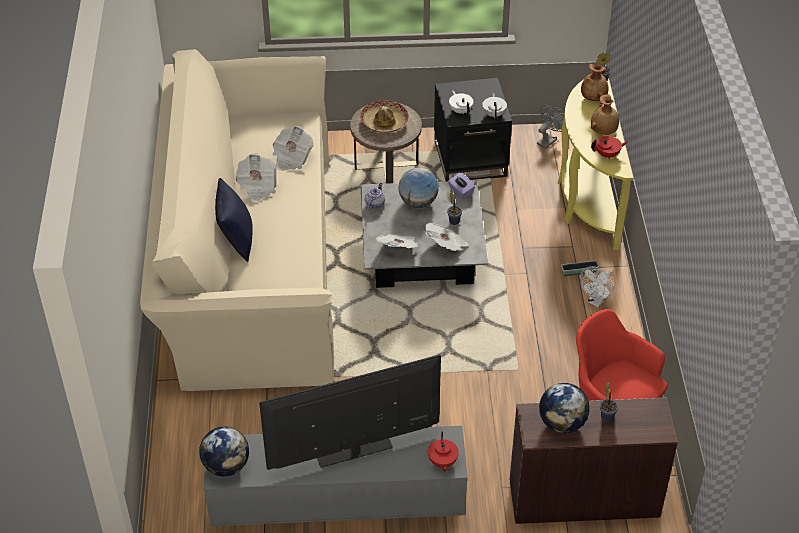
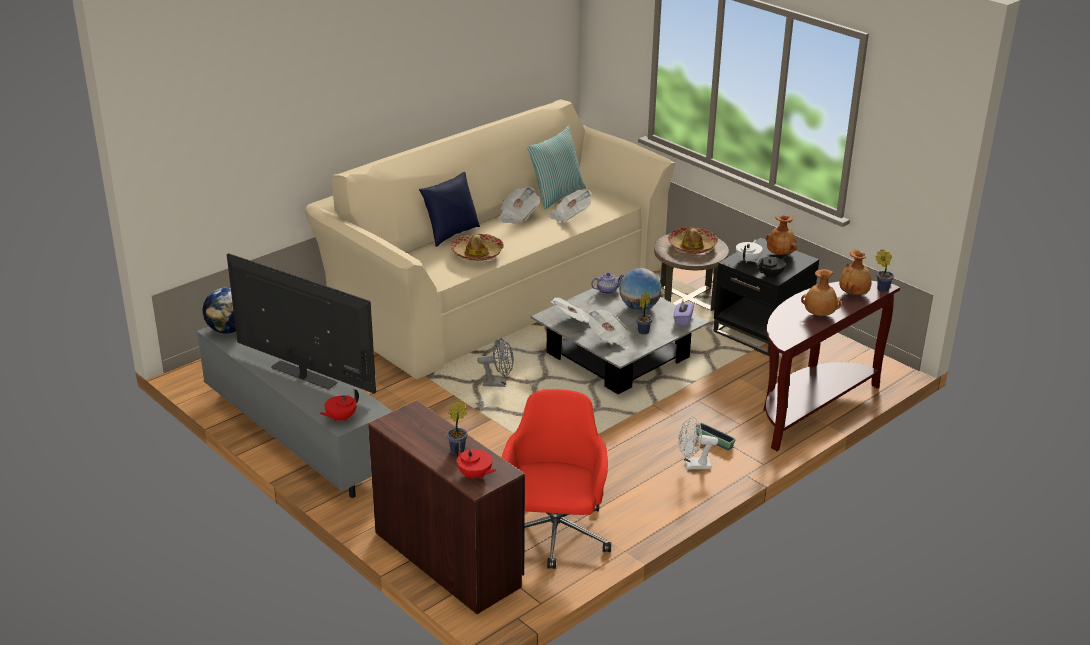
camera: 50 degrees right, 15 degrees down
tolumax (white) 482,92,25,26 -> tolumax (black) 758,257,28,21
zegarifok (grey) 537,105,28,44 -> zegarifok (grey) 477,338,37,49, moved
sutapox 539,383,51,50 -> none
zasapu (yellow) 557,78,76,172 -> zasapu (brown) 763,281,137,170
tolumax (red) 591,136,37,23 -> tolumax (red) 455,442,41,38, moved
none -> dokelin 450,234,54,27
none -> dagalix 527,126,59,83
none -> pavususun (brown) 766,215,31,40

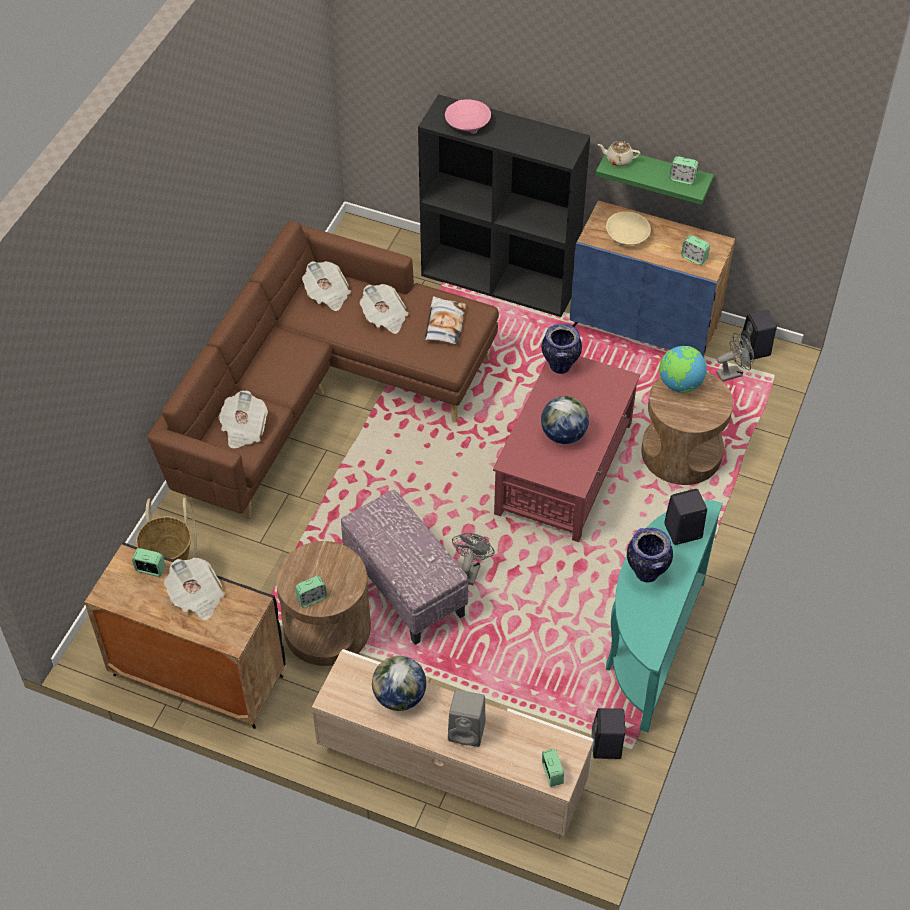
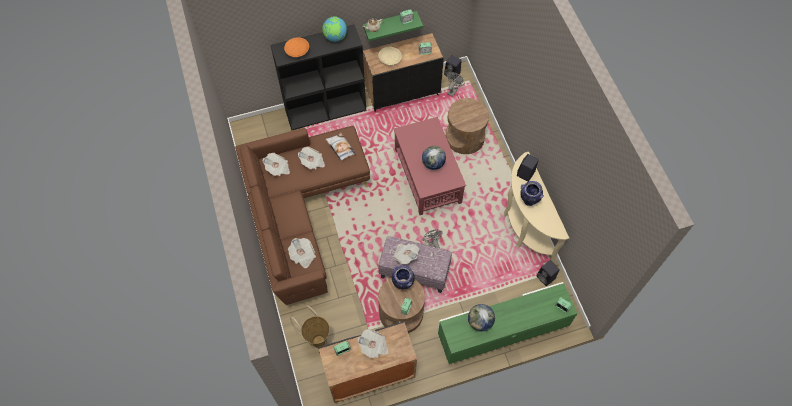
camera: 40 degrees left, 10 degrees up
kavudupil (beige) 312,649,282,190 -> kavudupil (green) 438,282,140,82
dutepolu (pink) 445,99,46,35 -> dutepolu (orange) 284,37,25,20
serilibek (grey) 448,690,38,57 -> none
pavususun 542,324,40,50 -> pavususun 392,266,23,24, moved
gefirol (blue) 570,201,165,157 -> gefirol (black) 363,33,80,79
zasapu (turquoise) 606,500,117,232 -> zasapu (beige) 504,152,65,110
sutapox 659,346,48,47 -> sutapox 322,16,25,26, moved
none -> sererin 393,244,27,20

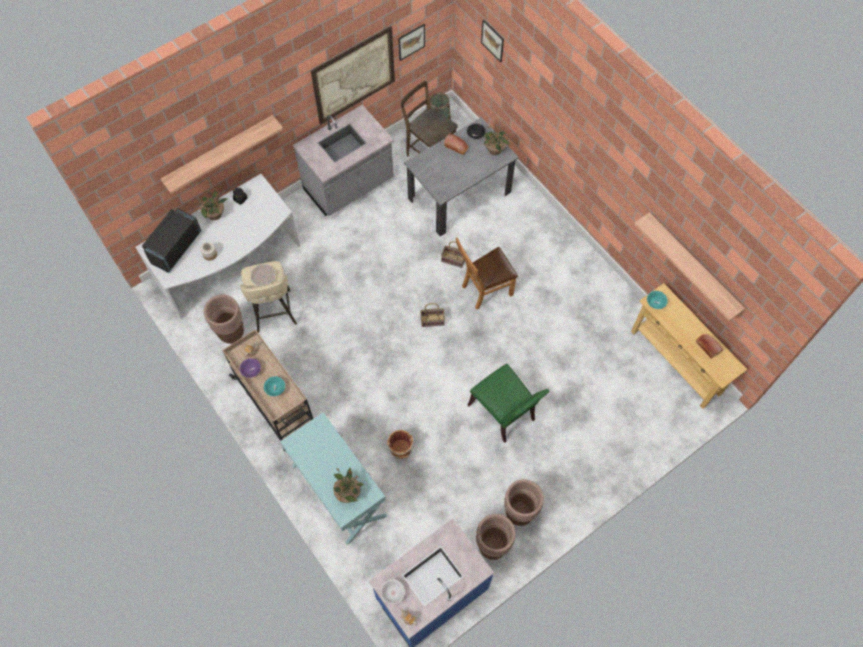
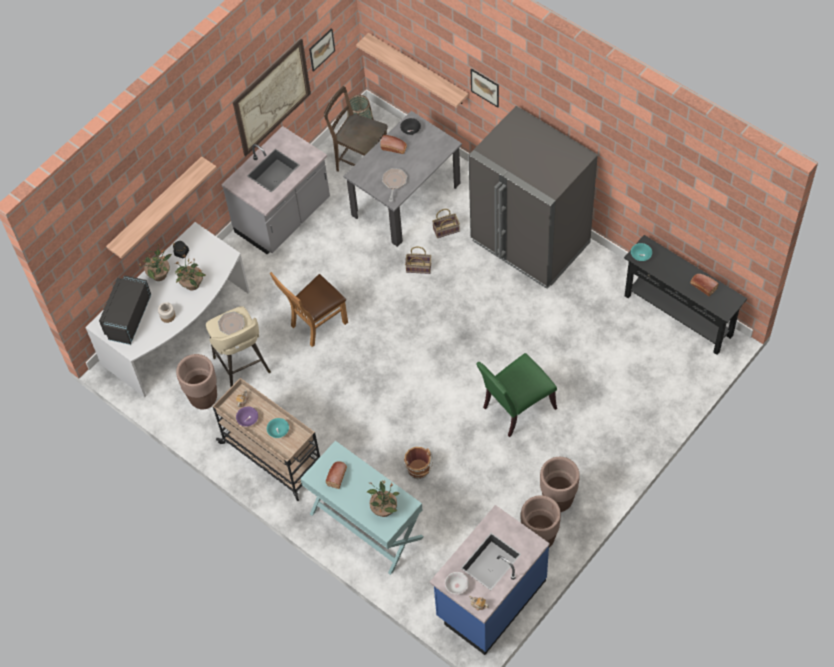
camera: 10 degrees left, 5 degrees down
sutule 420,303,25,24 -> sutule 432,209,28,29, moved
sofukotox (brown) 456,237,62,73 -> sofukotox (brown) 270,272,78,75, moved
sofukotox (green) 468,364,82,79 -> sofukotox (green) 476,353,81,84, 105 degrees clockwise
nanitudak 481,19,23,43 -> nanitudak 471,69,28,38, moved
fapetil 484,121,26,34 -> fapetil 175,255,31,35, moved
zasapu (beige) 631,283,116,126 -> zasapu (black) 624,235,123,120
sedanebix 634,212,111,109 -> sedanebix 356,33,113,75, moved
none -> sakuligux 326,461,21,28
none -> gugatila 382,168,25,34
none -> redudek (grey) 468,106,130,183

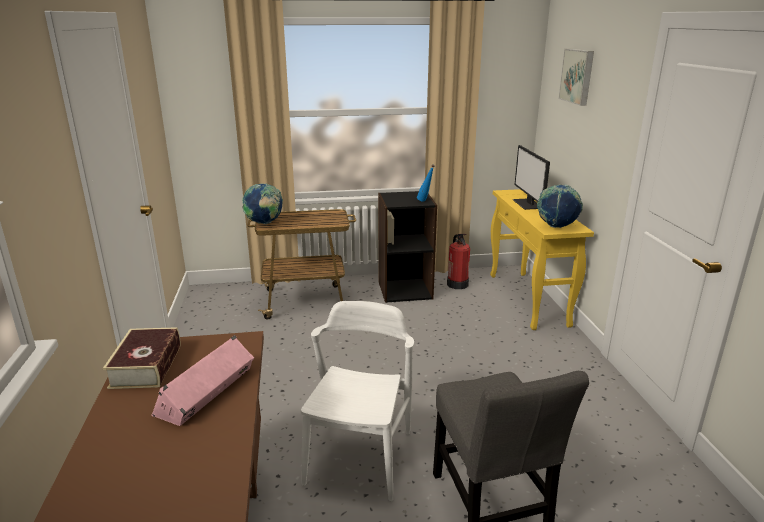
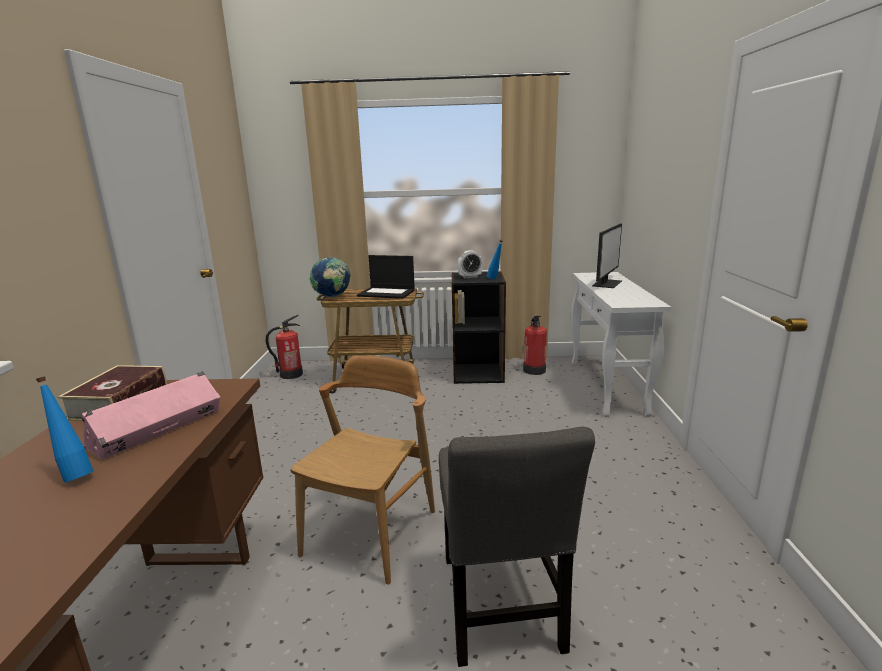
camera: 10 degrees right, 5 degrees down
sofukotox (white) 301,301,113,200 -> sofukotox (brown) 291,355,144,230
zasapu (yellow) 490,189,104,141 -> zasapu (white) 571,272,100,145
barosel 513,145,37,65 -> barosel 592,224,30,64, 150 degrees counterclockwise
sutapox 537,184,46,44 -> none
nanitudak 559,49,35,57 -> none
none -> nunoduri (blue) 36,376,57,106
none -> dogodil 266,315,37,64
none -> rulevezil 357,255,58,44
none -> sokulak 458,250,24,28

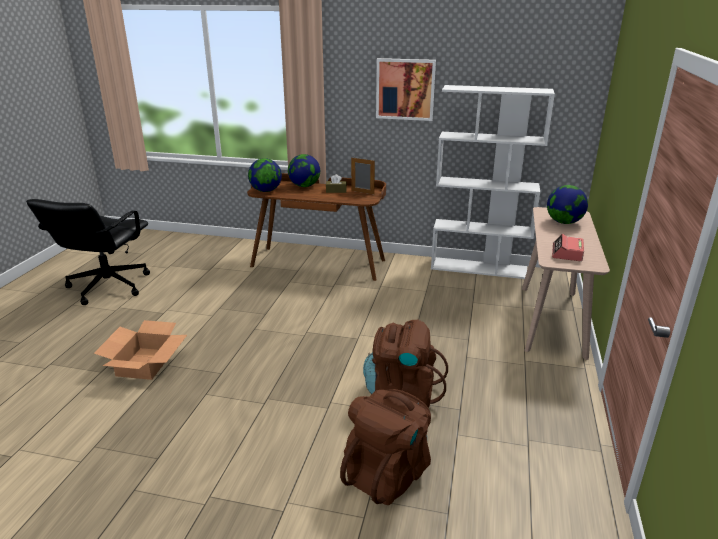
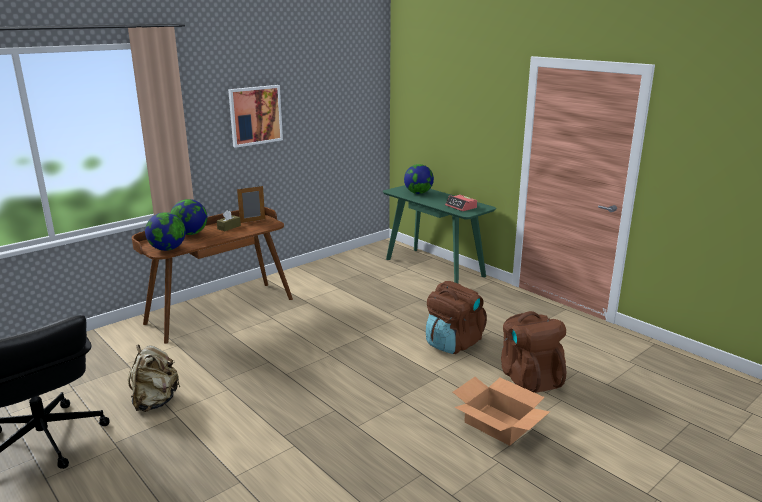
camera: 55 degrees left, 5 degrees down
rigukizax 94,320,93,60 -> rigukizax 453,377,97,69, moved
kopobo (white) 431,85,124,194 -> none
zasapu (beige) 522,207,88,153 -> zasapu (green) 383,185,113,99
none -> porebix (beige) 128,344,53,68

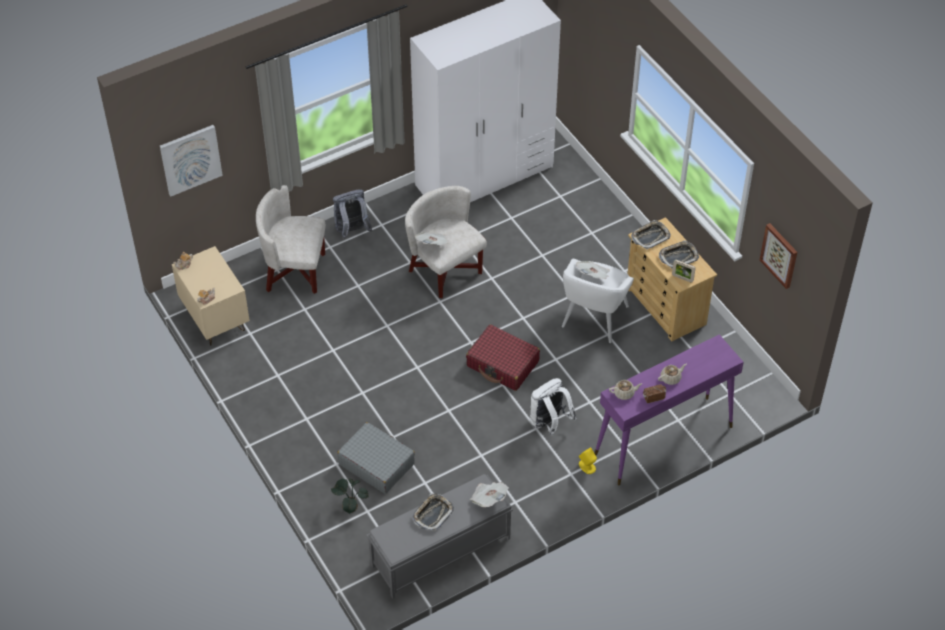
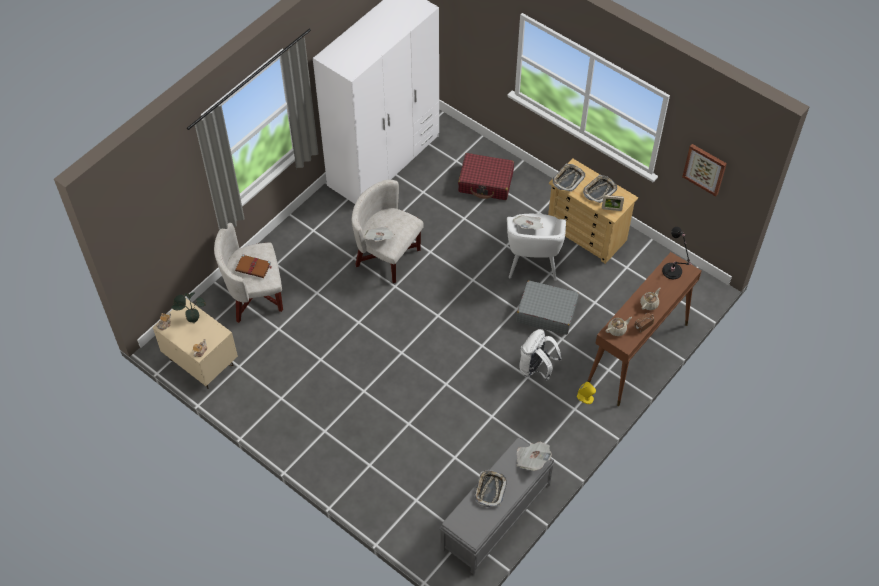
camera: 20 degrees left, 5 degrees up
nanitudak 160,125,63,72 -> none
fapetil 331,479,37,35 -> fapetil 171,292,35,31, moved
porebix (grey) 333,189,39,50 -> none
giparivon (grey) 337,422,78,72 -> giparivon (grey) 516,281,63,54, moved
giparivon (red) 466,324,74,67 -> giparivon (red) 458,153,56,47, moved
zasapu (purple) 595,334,149,151 -> zasapu (brown) 587,252,114,154
none -> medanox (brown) 235,254,37,24
none -> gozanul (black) 662,227,29,52

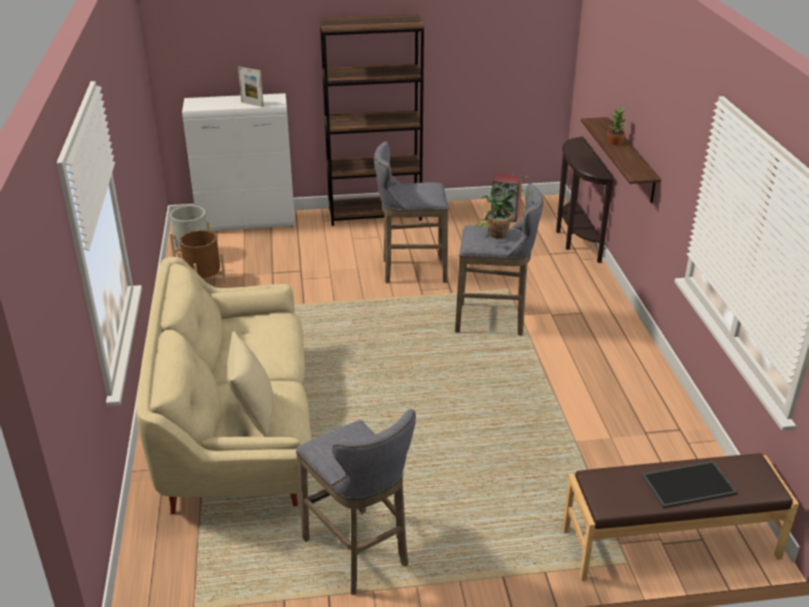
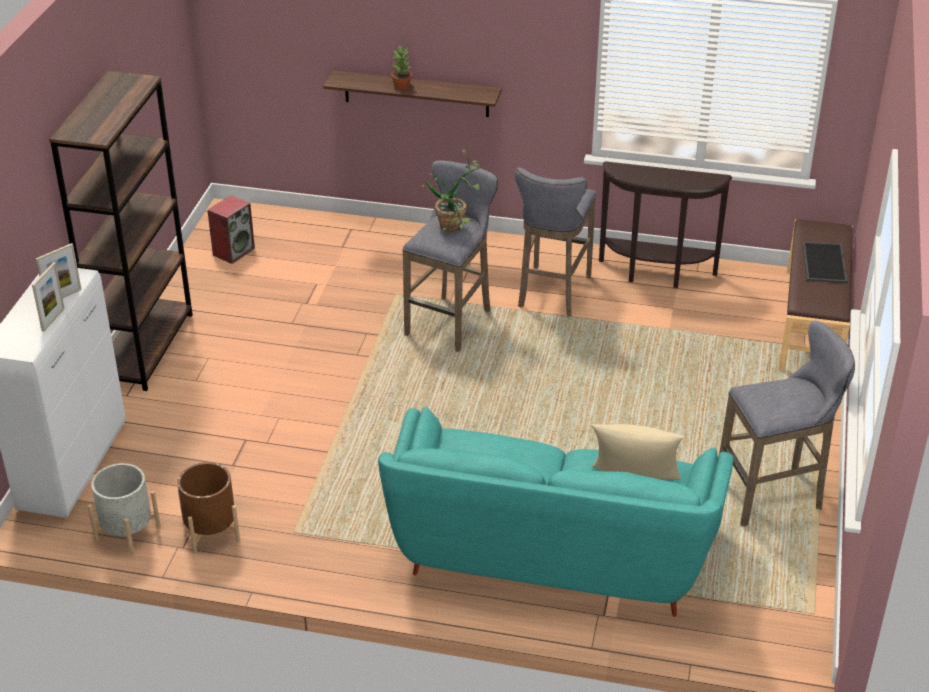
camera: 70 degrees left, 5 degrees up
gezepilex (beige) 136,257,176,257 -> gezepilex (turquoise) 378,407,356,210
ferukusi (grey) 374,142,74,141 -> ferukusi (grey) 515,168,81,148, moved
zasapu (brown) 556,137,58,126 -> zasapu (brown) 599,161,134,127, moved
none -> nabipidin 32,262,33,70

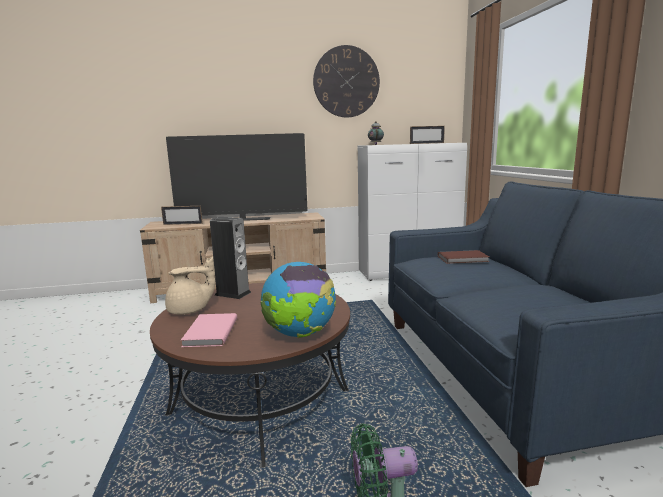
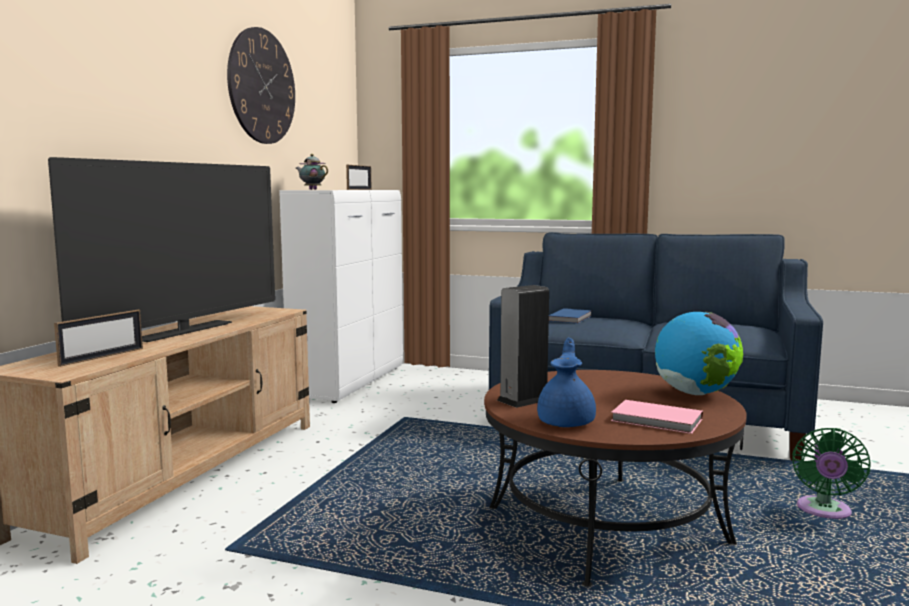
camera: 60 degrees left, 5 degrees down
tolumax (beige) 165,257,50,58 -> tolumax (blue) 537,338,59,89
medanox (brown) 438,250,51,14 -> medanox (blue) 549,308,43,16

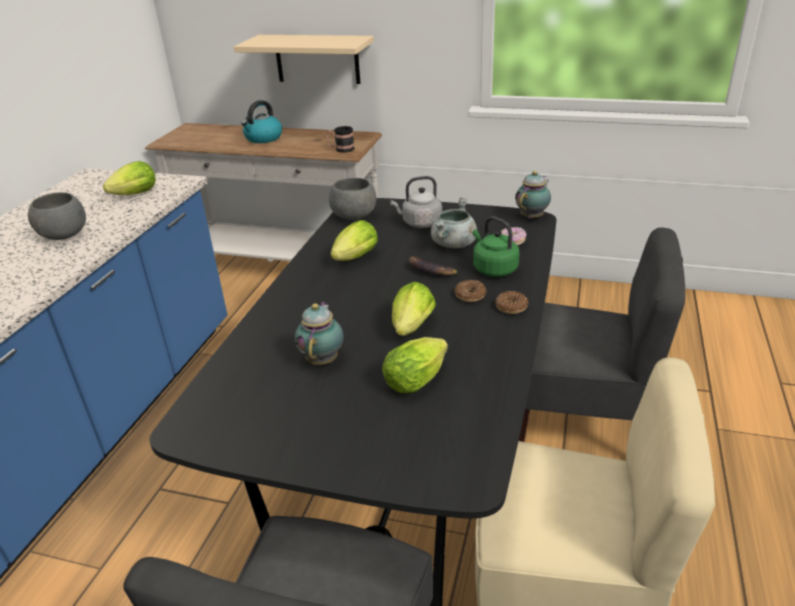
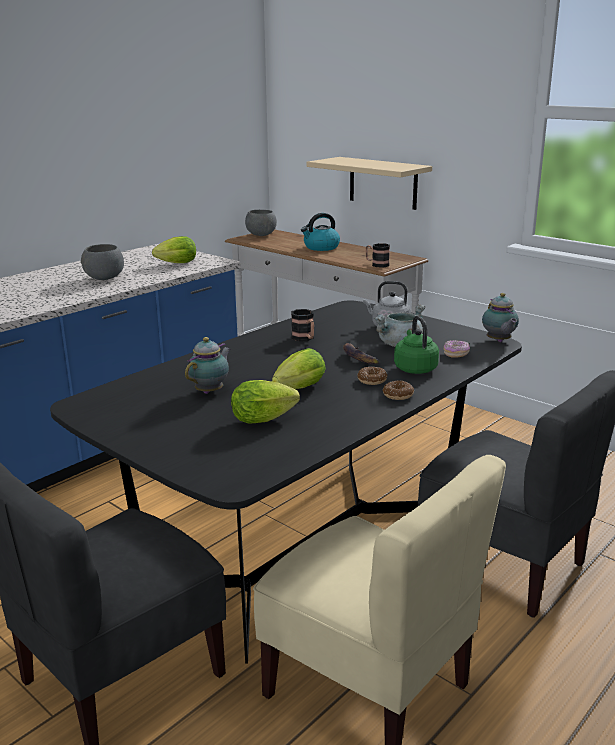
camera: 25 degrees right, 10 degrees down
dutepolu (grey) 329,178,47,42 -> dutepolu (grey) 245,210,32,26, moved
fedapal 331,220,47,41 -> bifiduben 291,309,23,32
tolumax 515,171,36,48 -> tolumax 482,293,37,49, 105 degrees clockwise

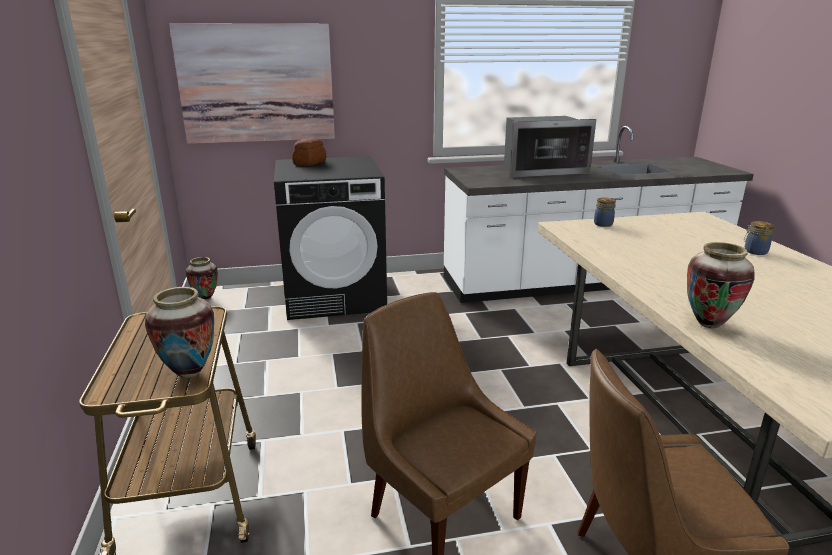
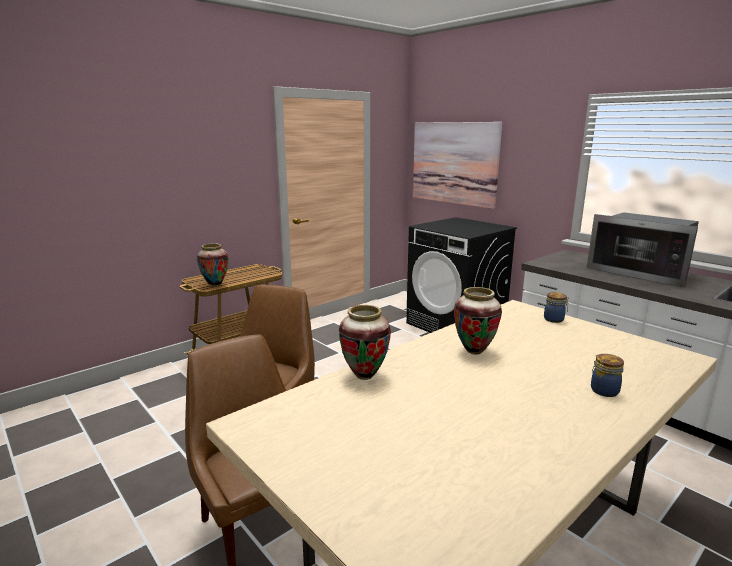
camera: 60 degrees right, 5 degrees down
pavususun 186,257,32,43 -> pavususun 454,287,48,68, moved
sakuligux 292,138,34,28 -> none

